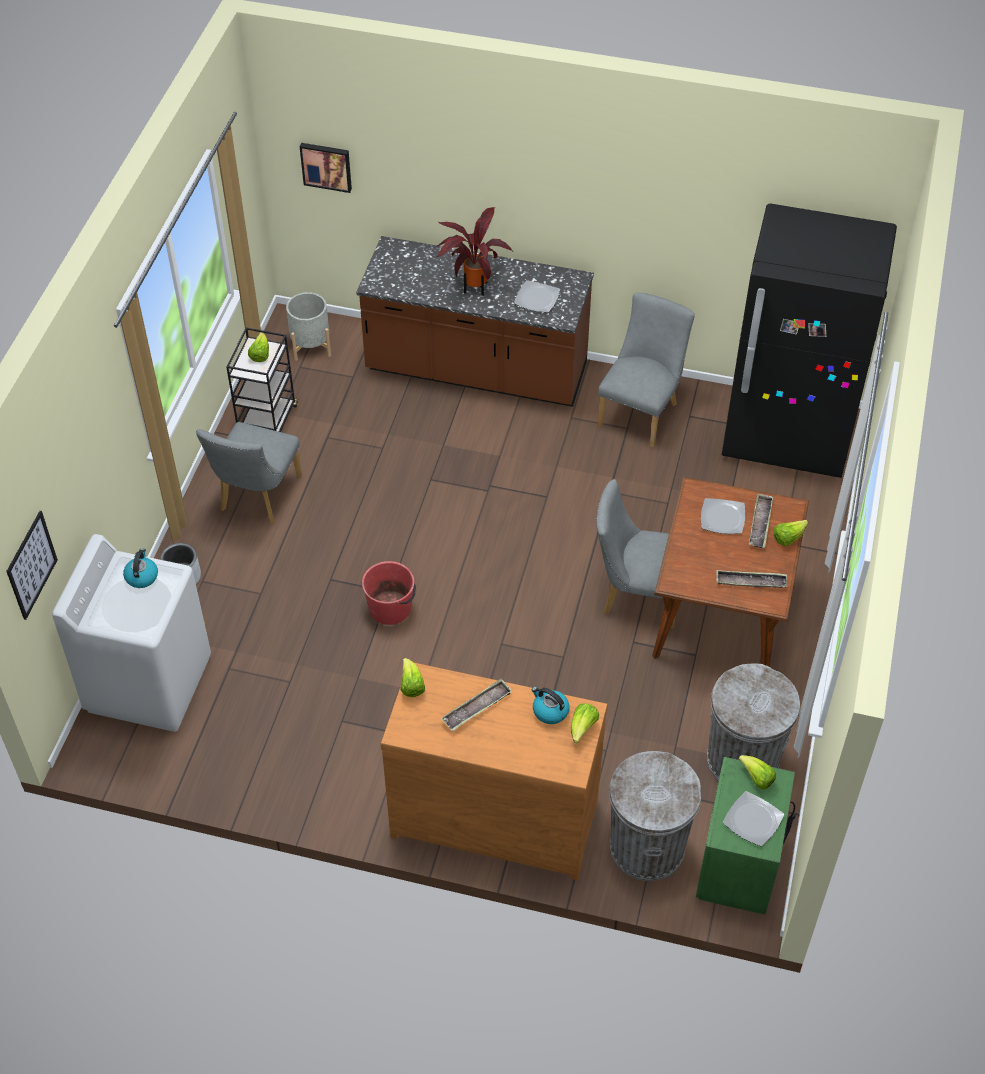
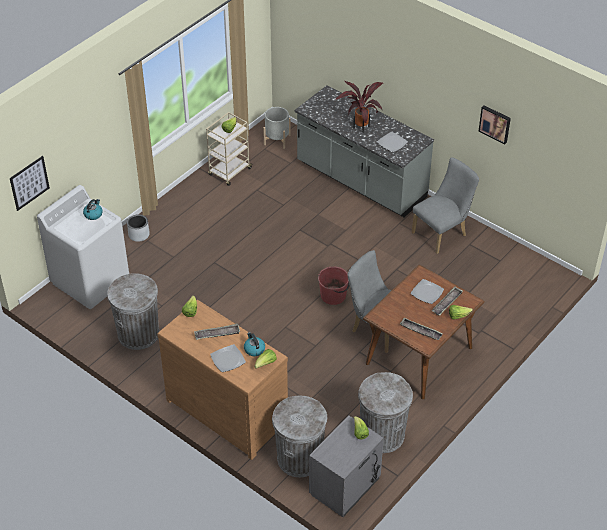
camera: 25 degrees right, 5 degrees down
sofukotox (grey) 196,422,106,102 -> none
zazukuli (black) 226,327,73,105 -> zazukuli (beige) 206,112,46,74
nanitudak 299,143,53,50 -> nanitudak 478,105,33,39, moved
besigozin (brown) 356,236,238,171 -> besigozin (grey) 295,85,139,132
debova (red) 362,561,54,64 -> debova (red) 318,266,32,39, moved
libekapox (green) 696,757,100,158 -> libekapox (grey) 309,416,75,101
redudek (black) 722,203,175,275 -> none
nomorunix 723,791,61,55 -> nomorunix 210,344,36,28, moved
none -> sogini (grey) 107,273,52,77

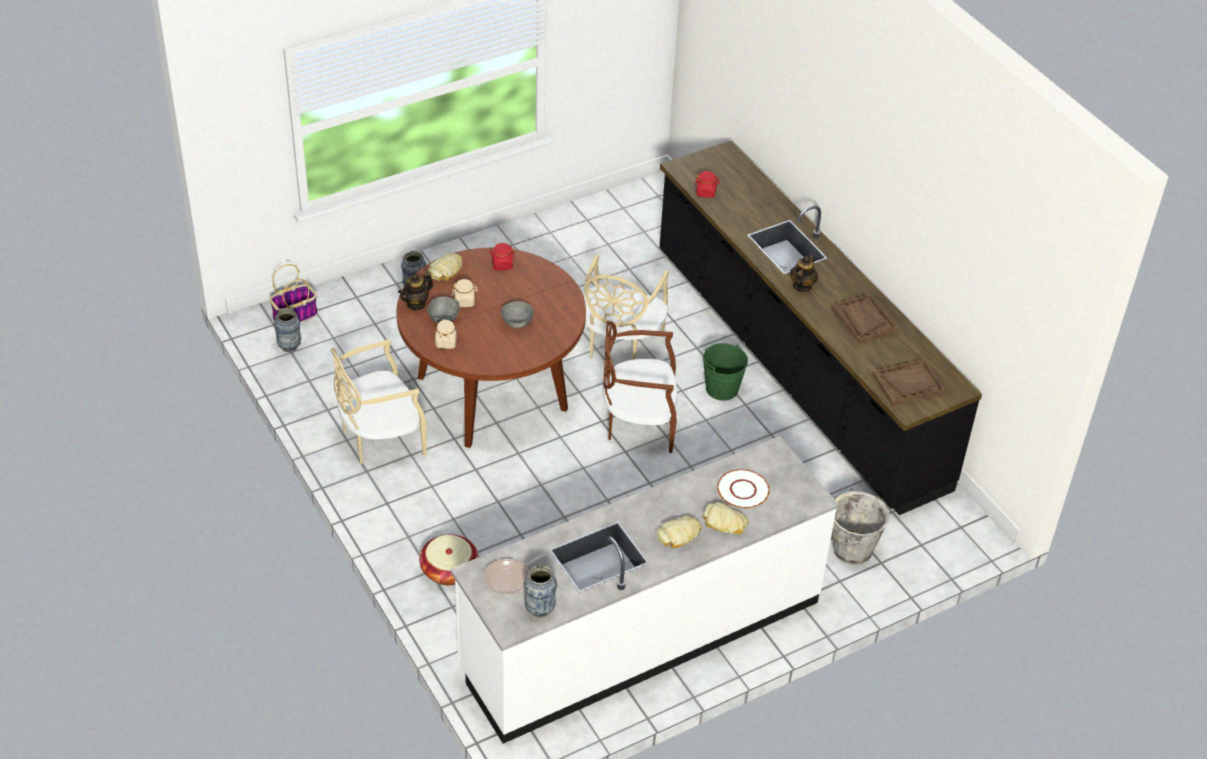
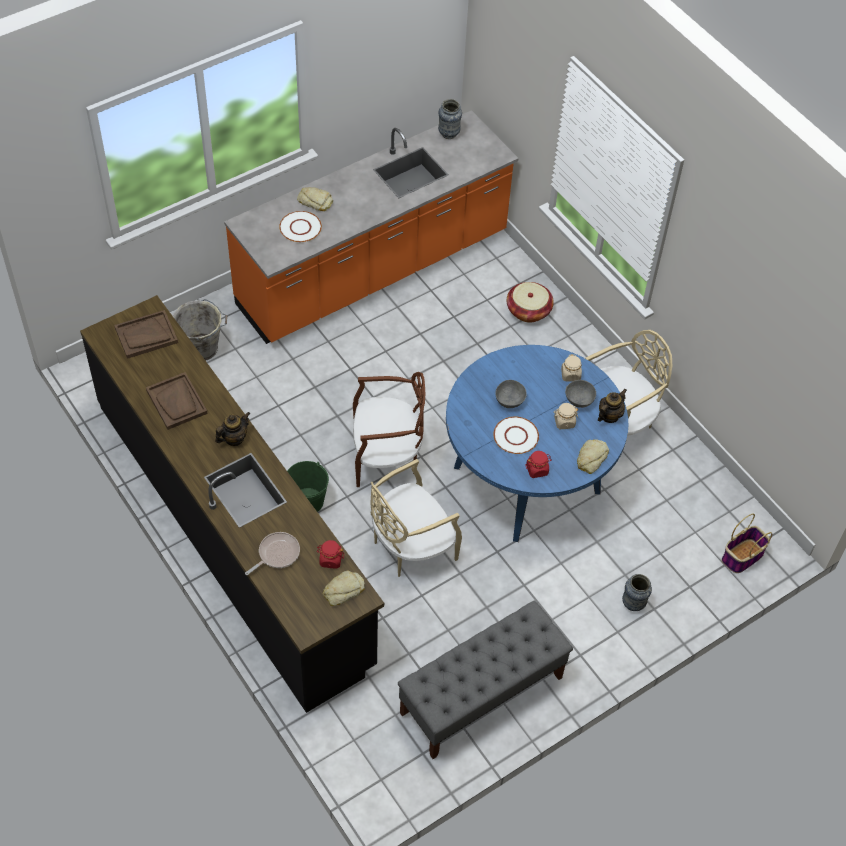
camera: 175 degrees right, 10 degrees up
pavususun 274,309,27,43 -> none
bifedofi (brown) 397,248,189,200 -> bifedofi (blue) 446,345,182,197
besigozin (white) 450,436,389,308 -> besigozin (orange) 224,110,294,234
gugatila 484,553,62,43 -> gugatila 245,532,55,43, moved
sofukotox (beige) 584,254,85,106 -> sofukotox (beige) 370,459,92,118, 135 degrees counterclockwise
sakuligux 657,516,45,33 -> sakuligux 323,570,42,36, moved
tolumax 790,253,28,39 -> tolumax 215,412,35,34, 150 degrees counterclockwise
none -> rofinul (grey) 398,600,175,159
none -> nomorunix (white) 493,417,46,37

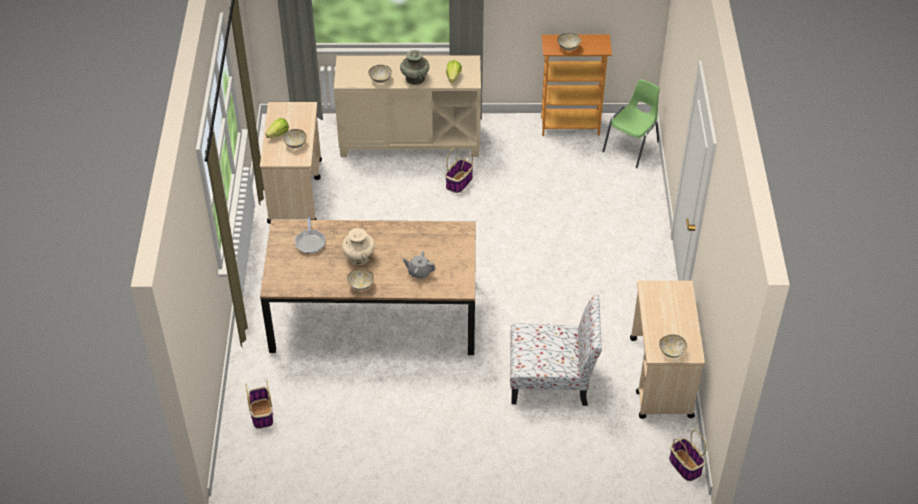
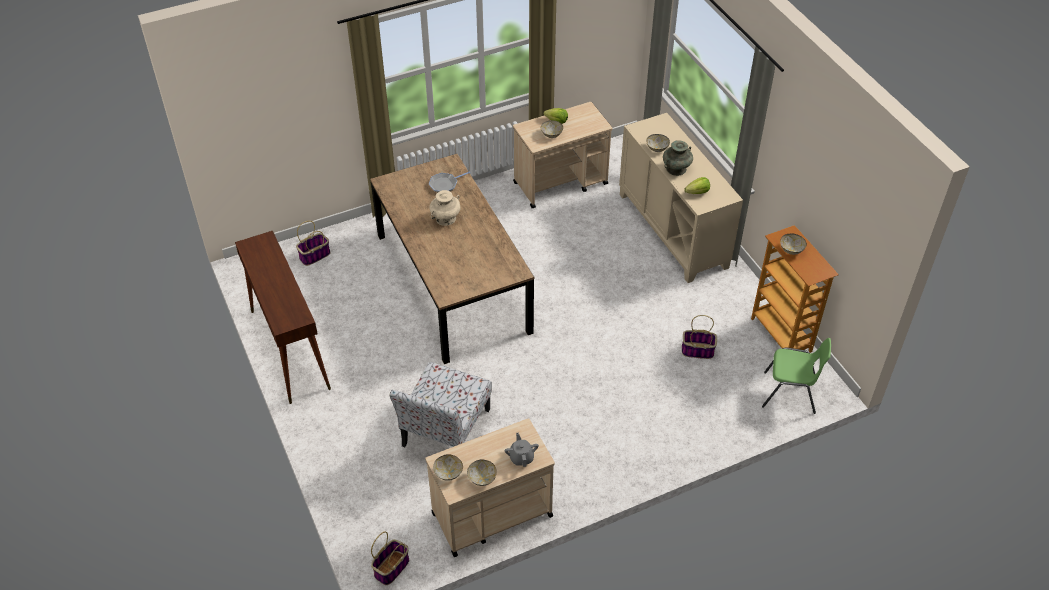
camera: 65 degrees right, 0 degrees up
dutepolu 347,269,27,22 -> dutepolu 467,459,30,27, moved
tolumax (grey) 403,251,33,28 -> tolumax (grey) 505,432,34,35, moved
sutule 445,147,28,46 -> sutule 682,315,35,44, moved
sofukotox 510,295,92,111 -> sofukotox 389,362,103,85, 45 degrees clockwise
none -> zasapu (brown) 235,231,96,173

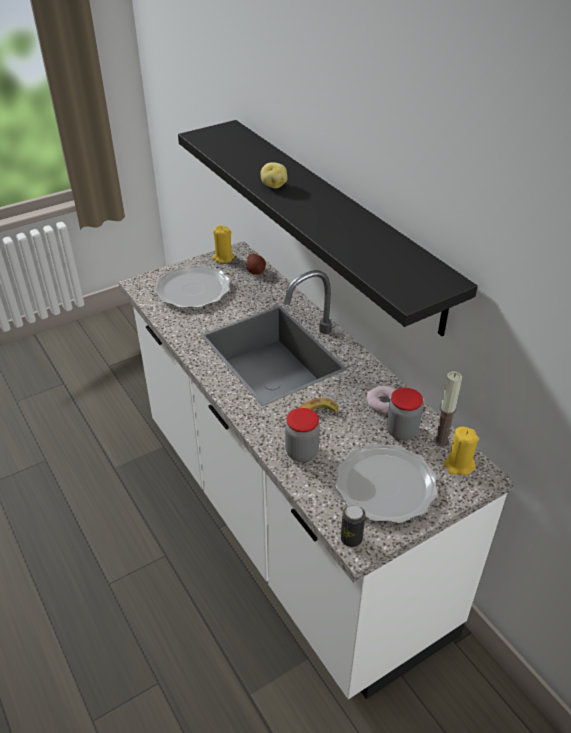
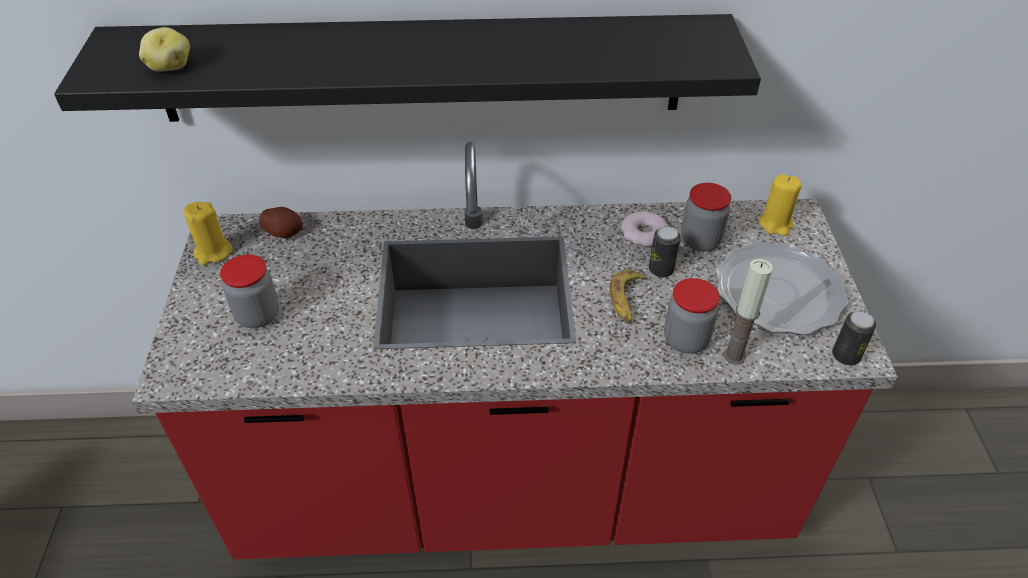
camera: 60 degrees left, 5 degrees up
besigozin (white) 119,241,395,458 -> besigozin (red) 132,142,765,418
nomorunix 155,265,75,43 -> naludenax 220,254,59,74
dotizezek 260,162,27,26 -> dotizezek 139,27,51,45, moved
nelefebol 434,371,28,76 -> nelefebol 723,259,50,106, moved
none -> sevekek 649,226,32,51

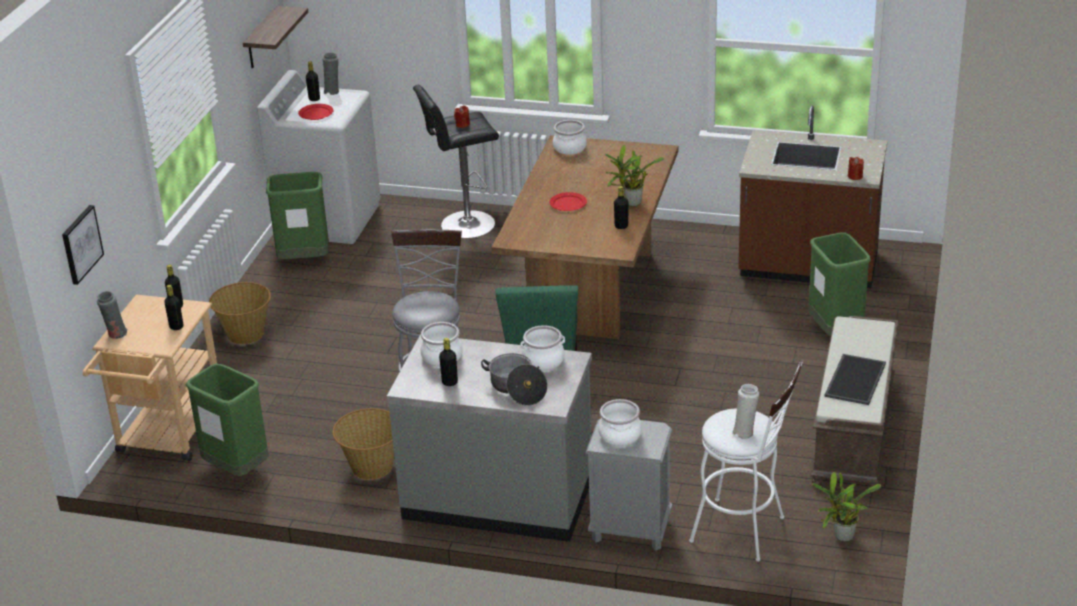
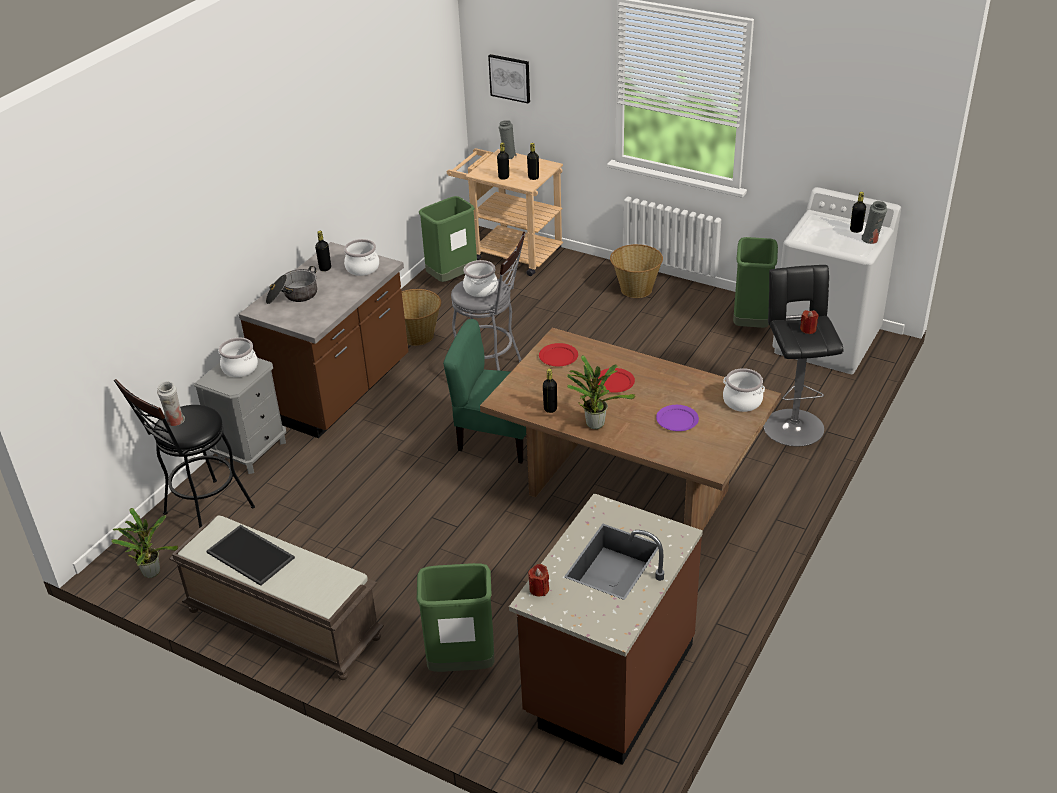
camera: 105 degrees right, 5 degrees up
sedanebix 243,6,65,62 -> none
nomorunix (red) 298,104,35,16 -> nomorunix (red) 539,343,39,23, moved
besigozin (grey) 386,334,206,208 -> besigozin (brown) 239,242,169,196
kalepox 520,325,45,46 -> kalepox 463,260,35,37, moved
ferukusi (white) 689,360,114,202 -> ferukusi (black) 114,379,141,149
none -> nomorunix (purple) 656,405,43,26

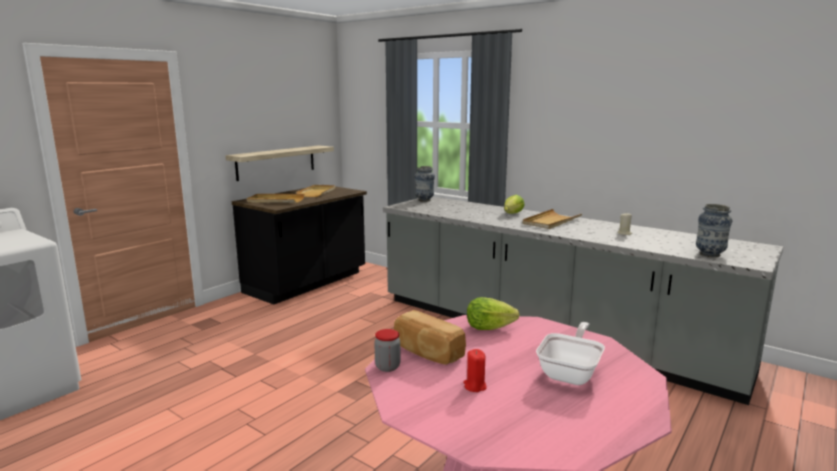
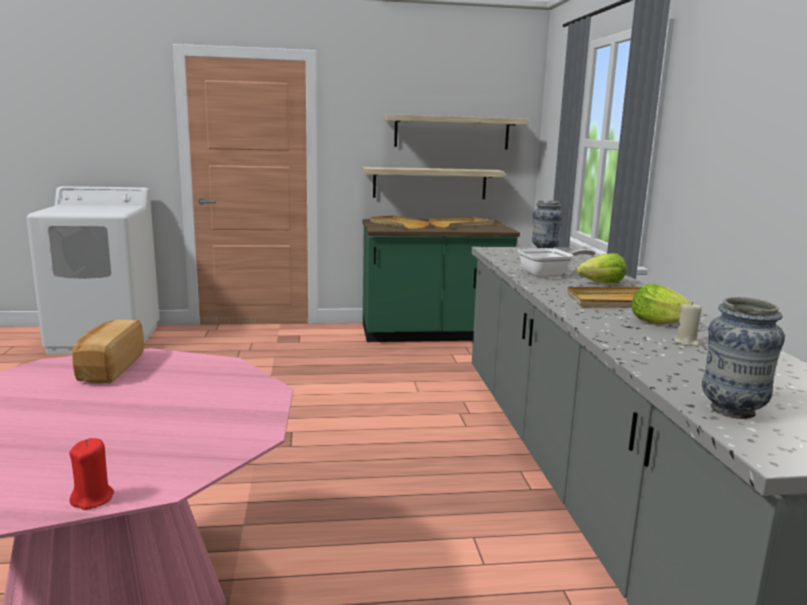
camera: 45 degrees right, 0 degrees up
besigozin (black) 232,187,135,118 -> besigozin (green) 363,219,157,123
naludenax 374,329,26,43 -> none
nelefebol (red) 464,349,23,43 -> nelefebol (red) 69,438,45,72, moved
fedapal 467,297,53,33 -> fedapal 632,284,60,40, moved
gugatila 536,322,69,63 -> gugatila 518,248,78,30, moved
none -> sedanebix 383,114,146,36

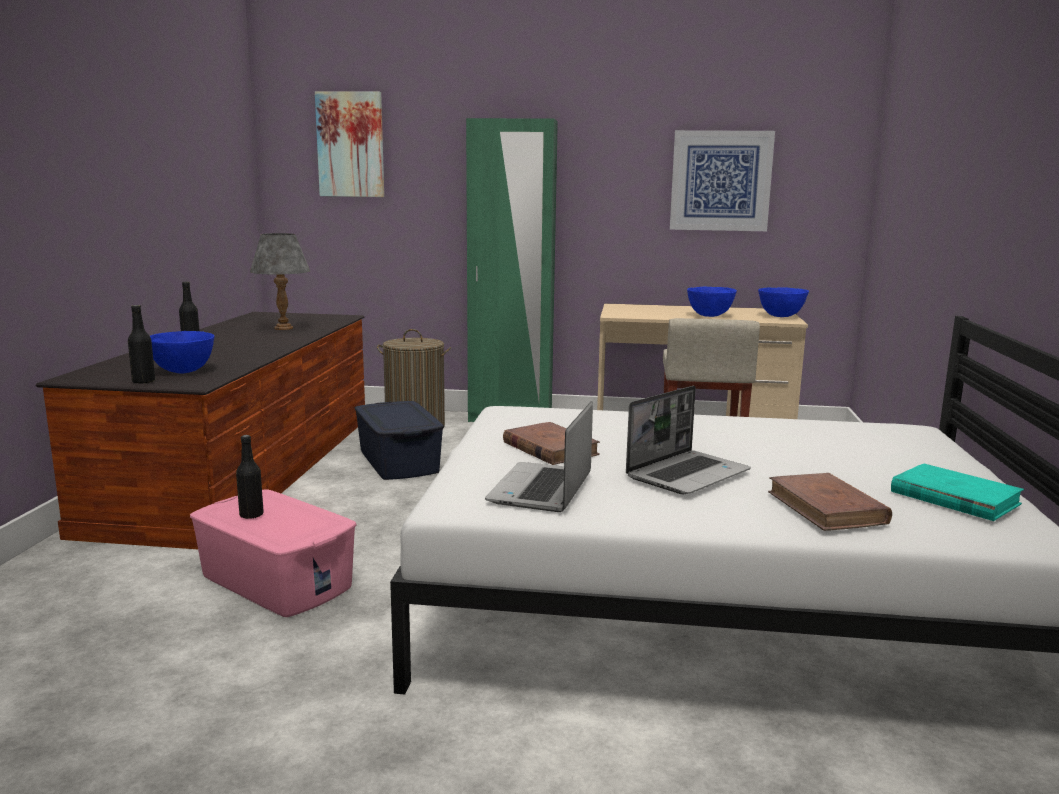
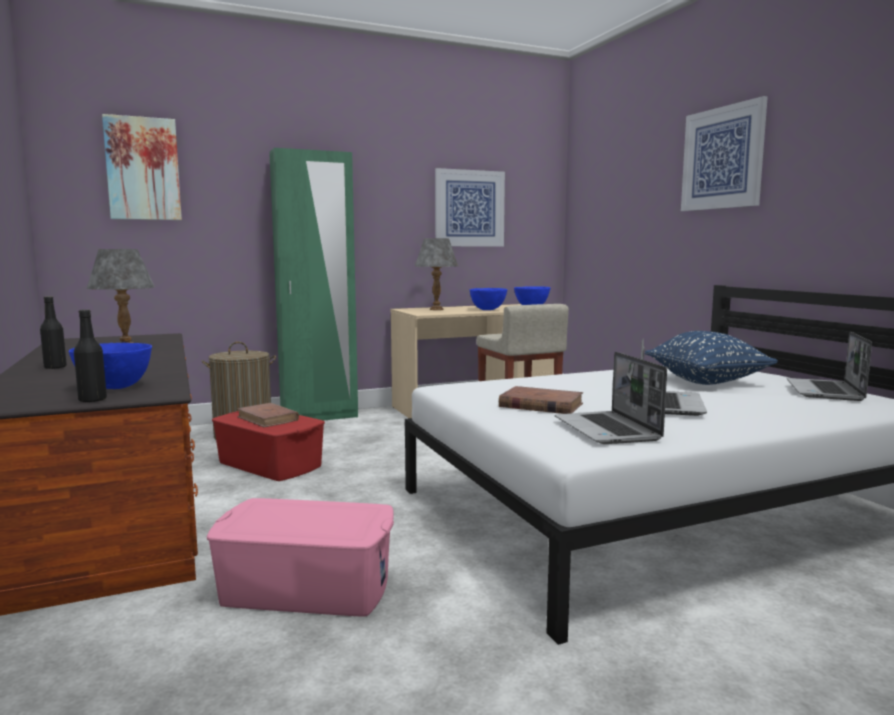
camera: 30 degrees left, 5 degrees down
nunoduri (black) 236,435,28,84 -> none
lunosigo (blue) 355,401,89,79 -> lunosigo (red) 212,411,113,70
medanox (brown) 768,473,124,58 -> medanox (brown) 237,403,62,24, moved
medanox (turquoise) 891,464,133,57 -> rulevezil 787,332,85,69
none -> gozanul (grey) 415,238,43,72
none -> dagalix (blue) 645,331,133,54
none -> nanitudak 681,96,87,115

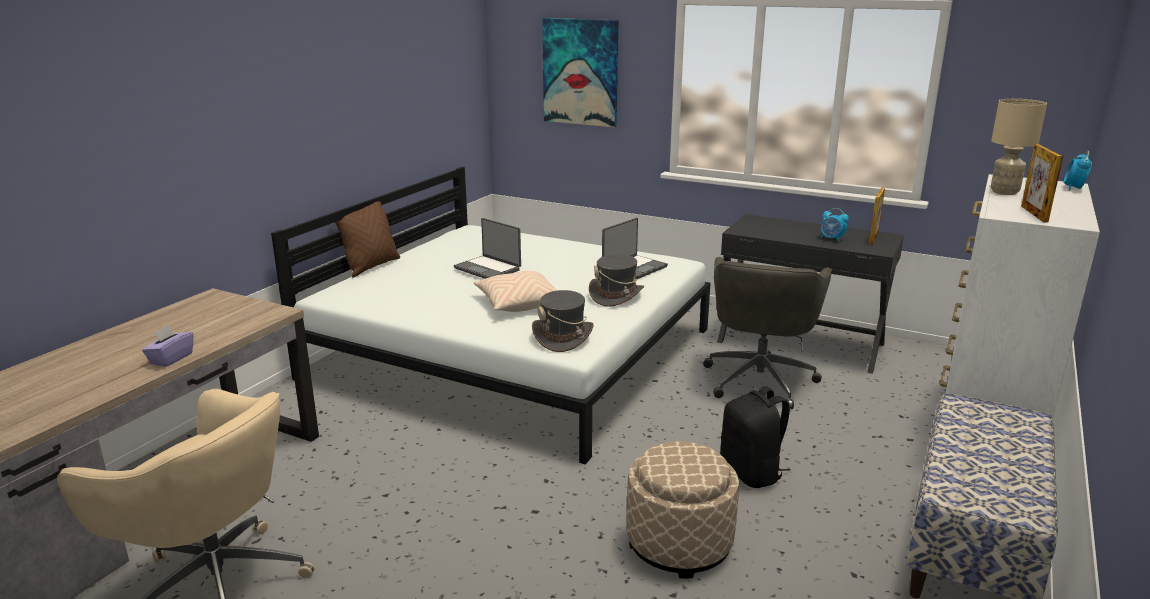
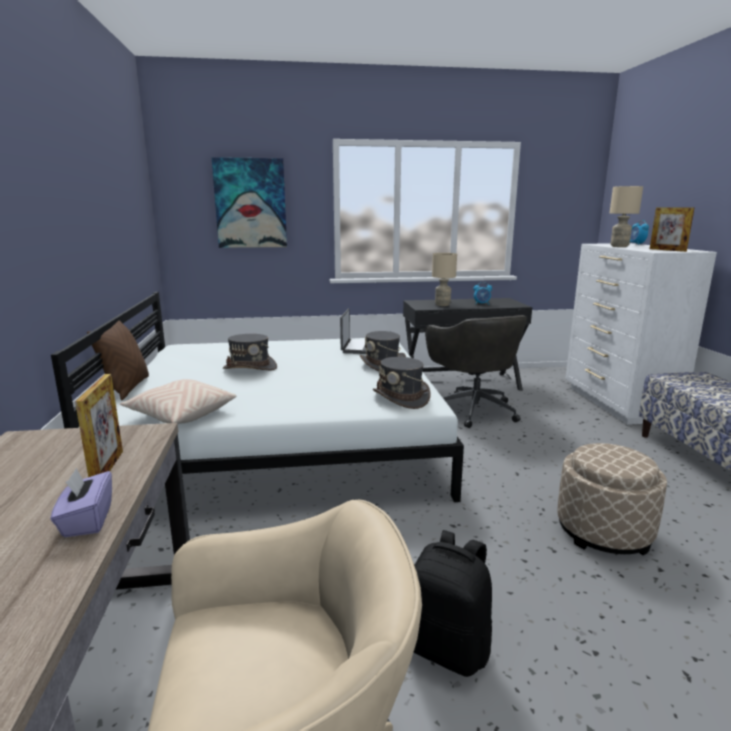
camera: 35 degrees left, 5 degrees down
rulevezil 454,218,67,61 -> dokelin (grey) 223,334,54,36
dagalix (beige) 474,271,83,41 -> dagalix (beige) 120,379,116,45, moved
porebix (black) 720,386,71,102 -> porebix (black) 414,530,78,147, moved
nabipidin 869,188,16,57 -> nabipidin 75,374,48,103, moved
none -> gozanul (beige) 432,253,25,53

